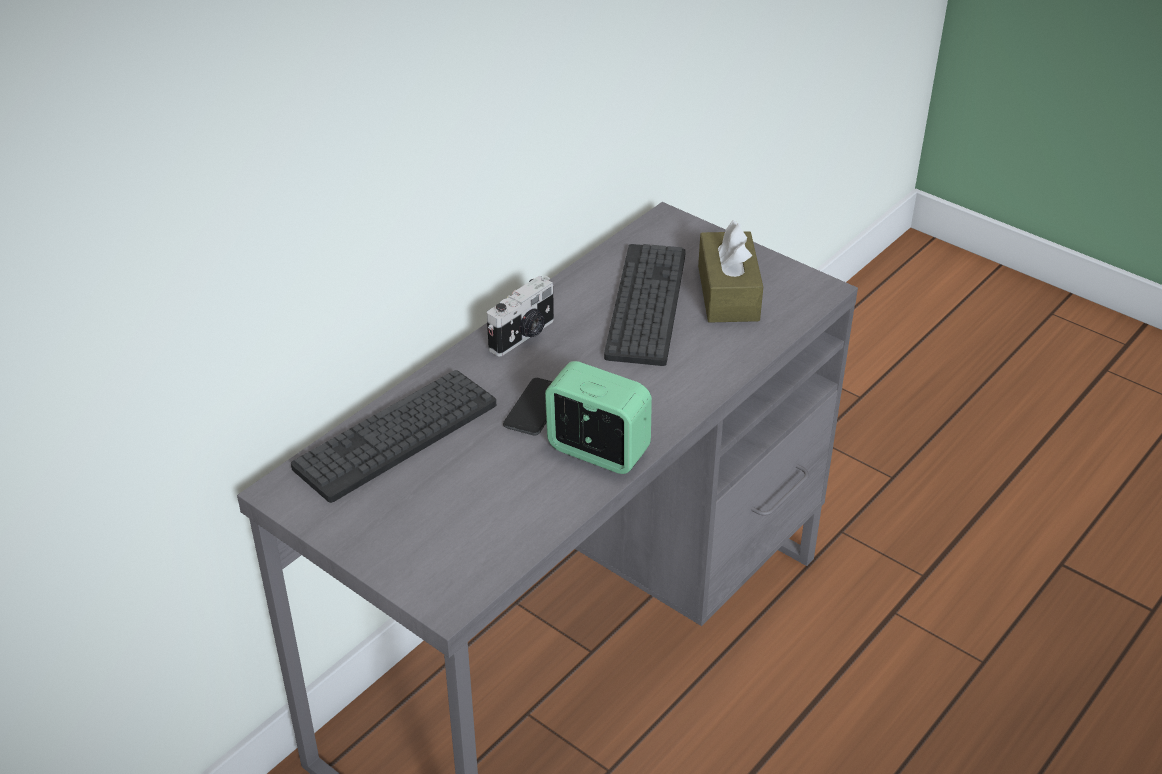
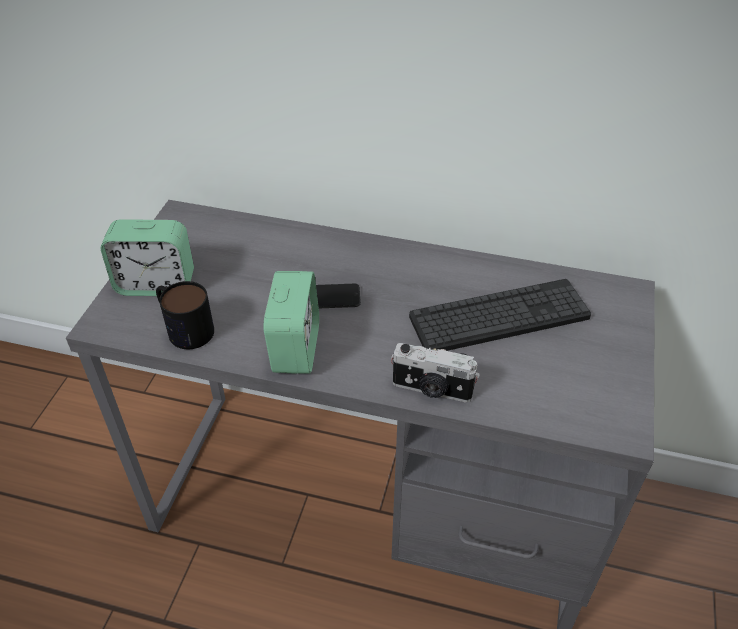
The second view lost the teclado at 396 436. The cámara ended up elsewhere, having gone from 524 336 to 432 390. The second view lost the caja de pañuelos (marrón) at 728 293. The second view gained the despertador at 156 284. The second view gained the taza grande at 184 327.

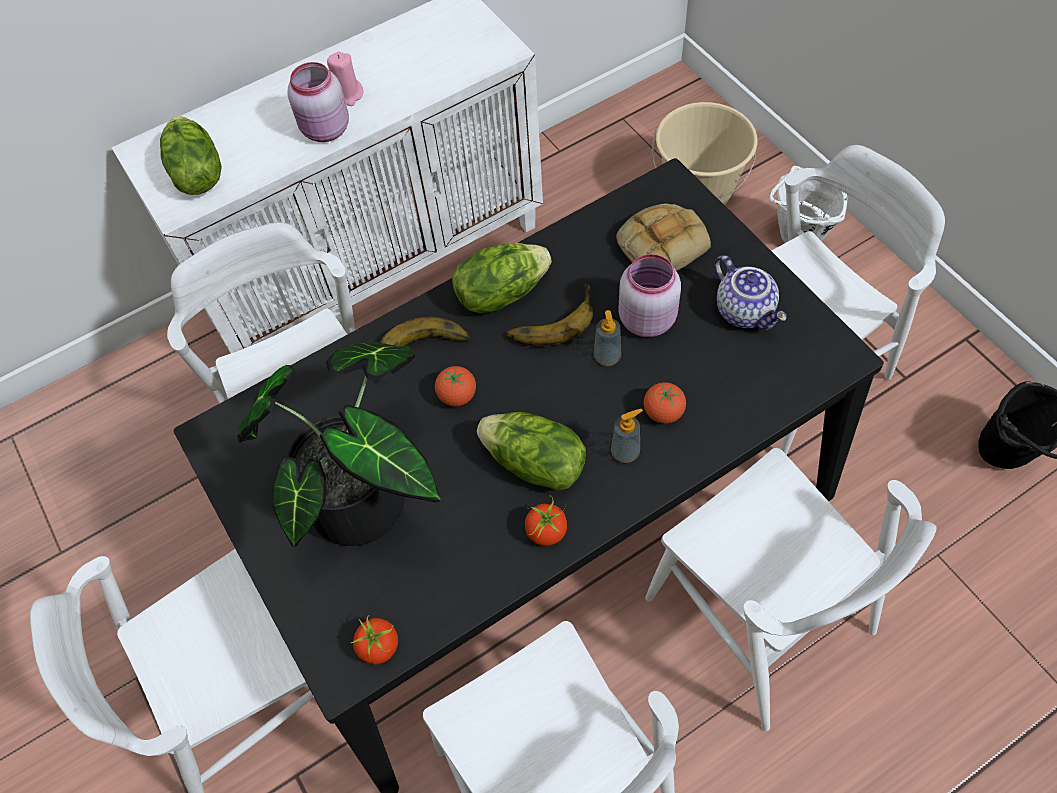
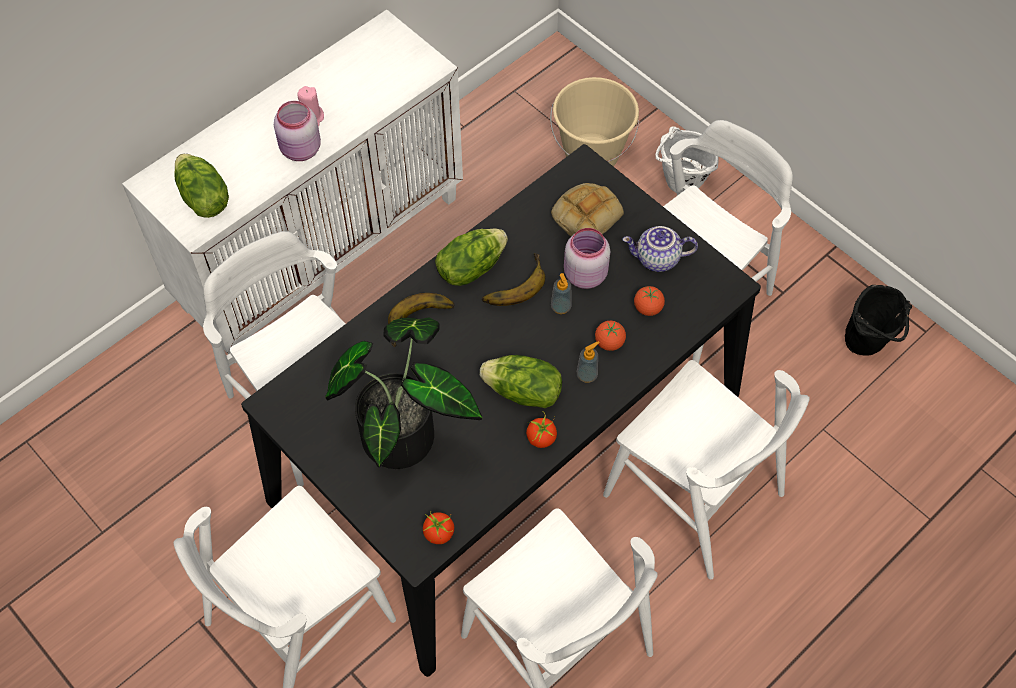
The tomate ended up elsewhere, having gone from 457 395 to 648 308. The tetera at 746 311 ended up facing another way, 135 degrees clockwise from before.

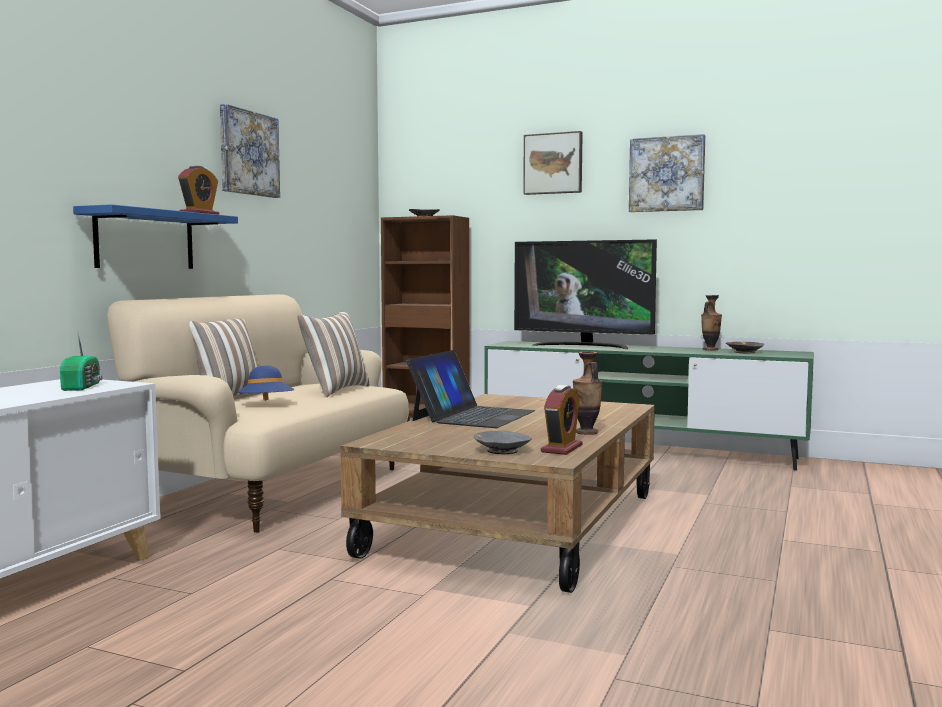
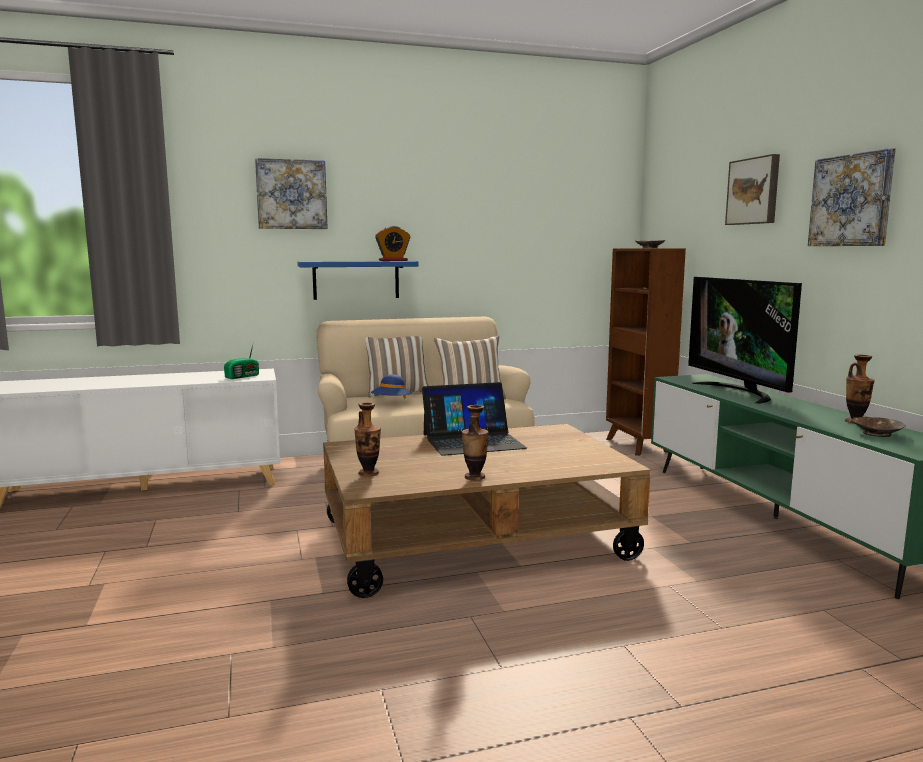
The cuadro ended up elsewhere, having gone from 248 153 to 291 194. Where the cuenco (gris) stood at 502 451, the florero came to stand at 368 473. The second view lost the despertador at 562 448.

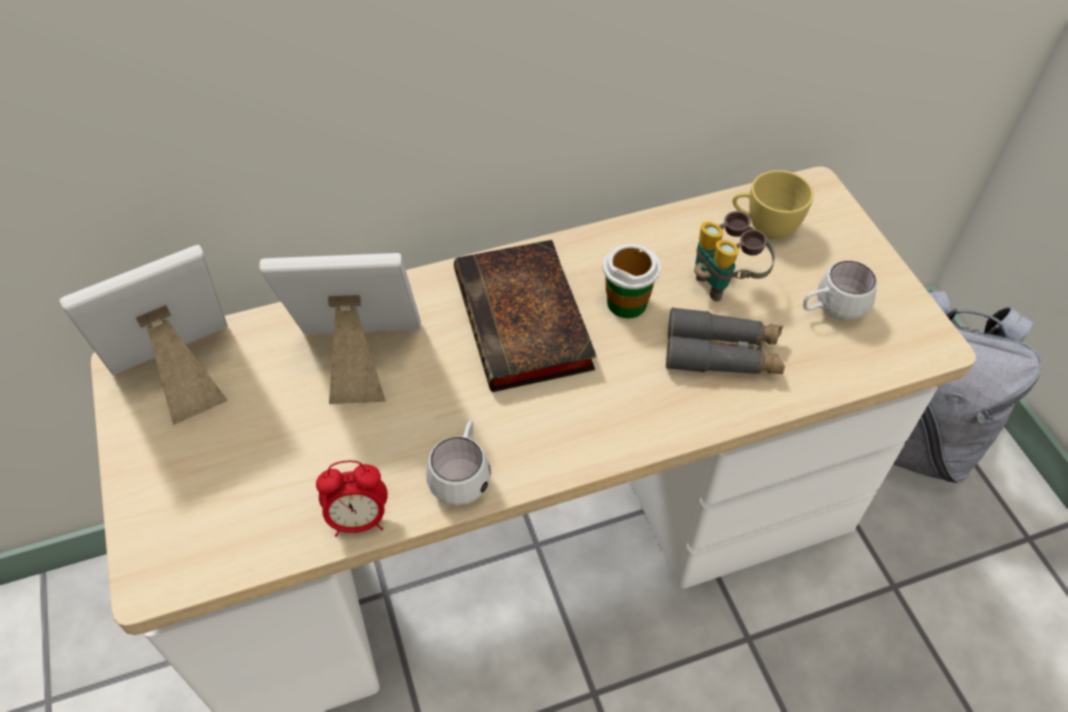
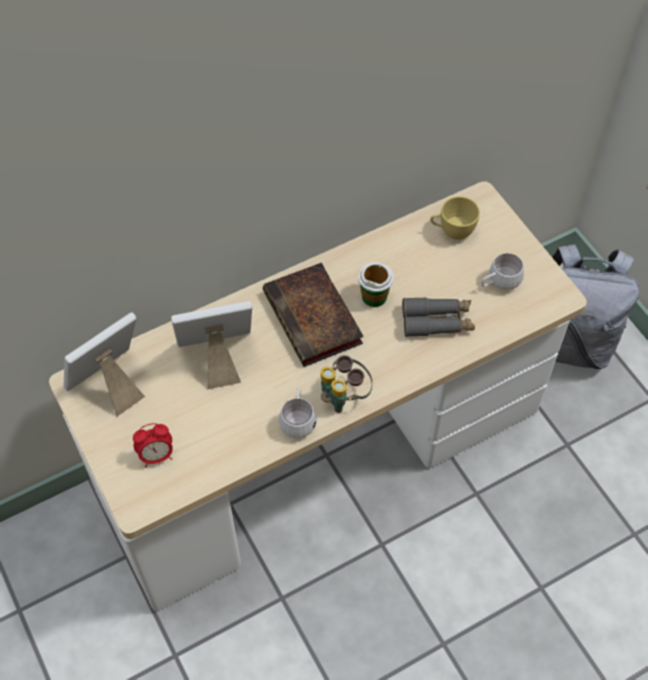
The despertador ended up elsewhere, having gone from 359 520 to 156 456. The prismáticos ended up elsewhere, having gone from 725 281 to 343 396.

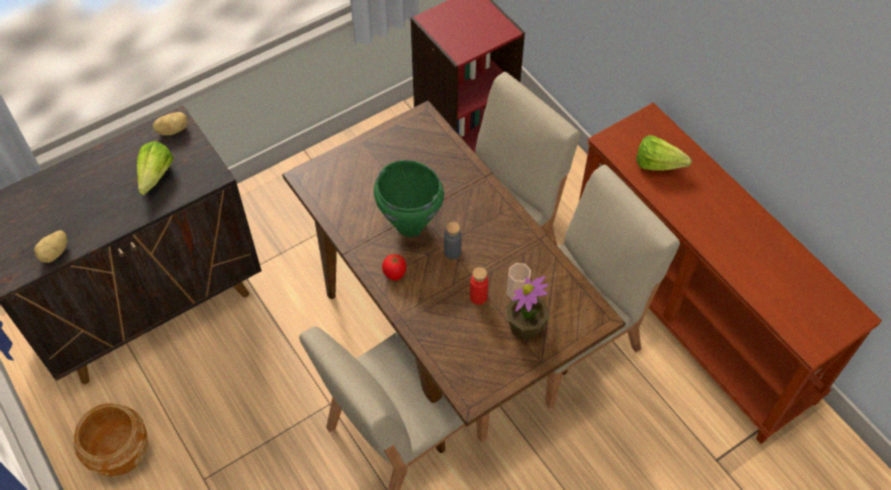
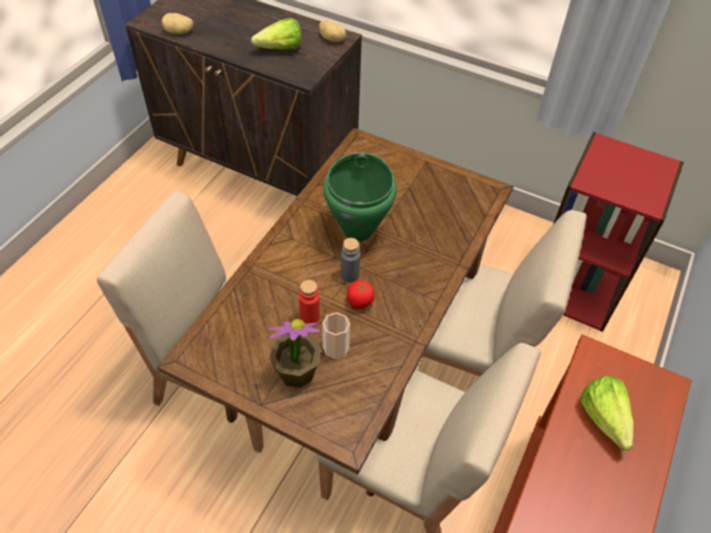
The second view lost the maceta (marrón) at 120 453. The tomate ended up elsewhere, having gone from 395 273 to 359 302.

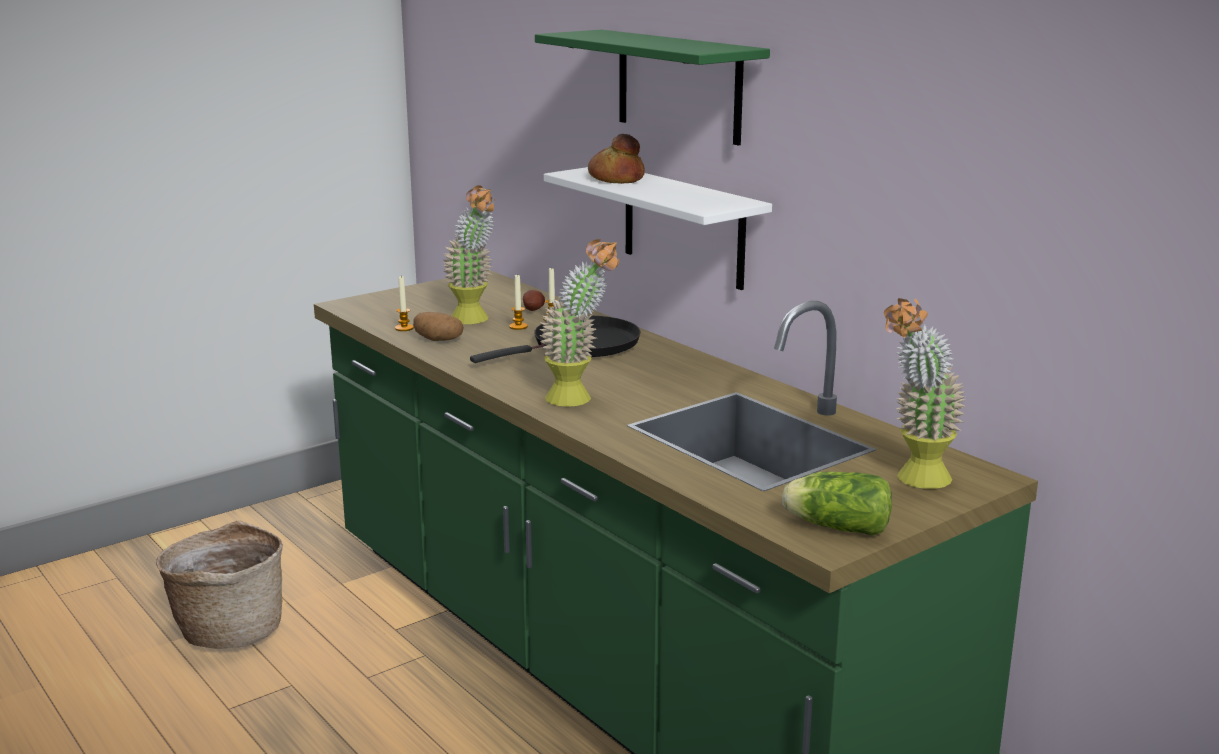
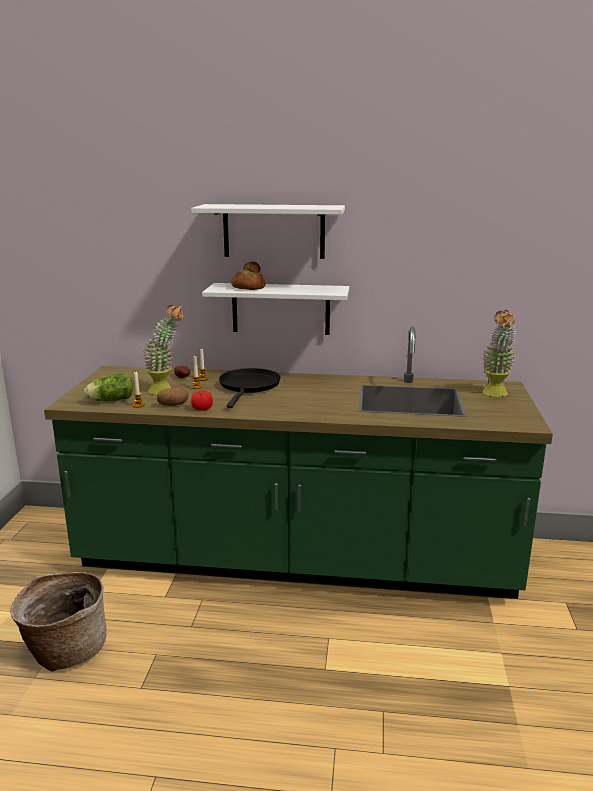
What was the estante (verde) at 678 86 turned into the estante (blanco) at 274 231. The second view lost the planta en maceta at 579 400. The lechuga ended up elsewhere, having gone from 834 527 to 109 400. The second view gained the tomate at 201 409.

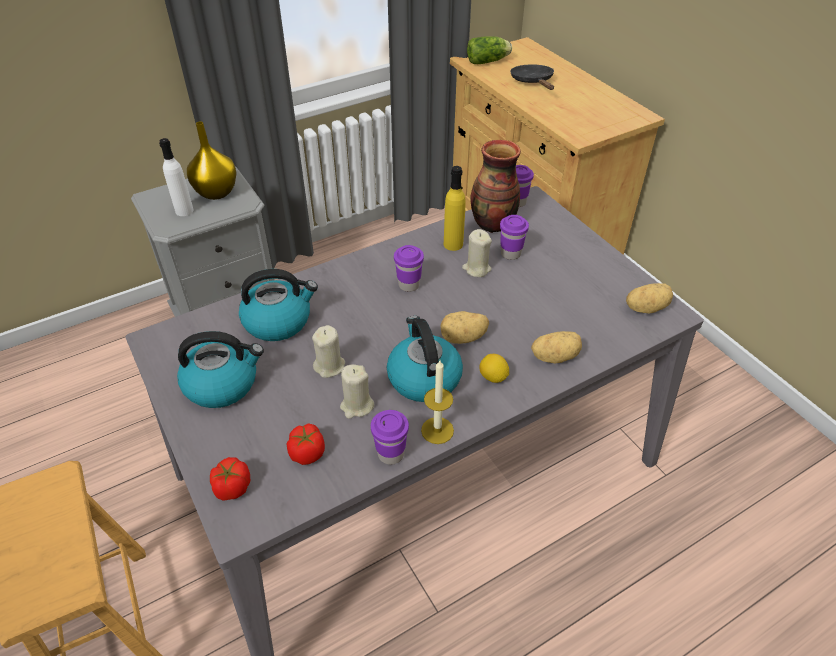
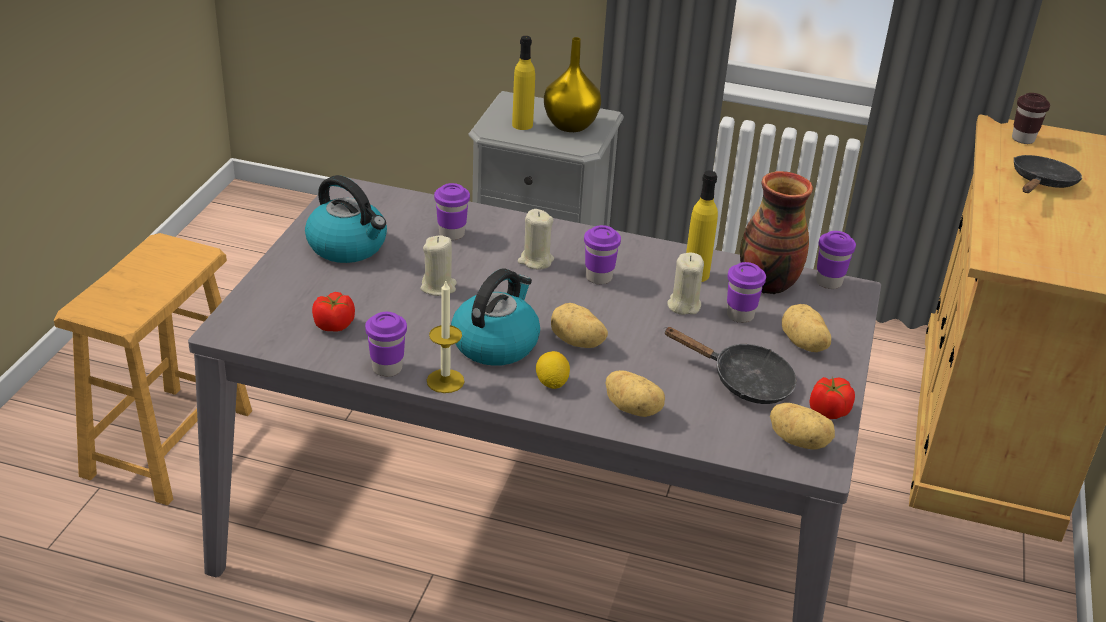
What was the botella (blanco) at 184 211 turned into the botella (amarillo) at 522 125. The tomate ended up elsewhere, having gone from 232 487 to 828 411. Where the hervidor stood at 278 321, the taza (morado) came to stand at 451 234. The vela (beis) ended up elsewhere, having gone from 357 406 to 535 261. Where the lechuga stood at 489 61, the taza (marrón) came to stand at 1023 139. The second view gained the sartén (negro) at 743 381. The second view gained the patata at 803 344.

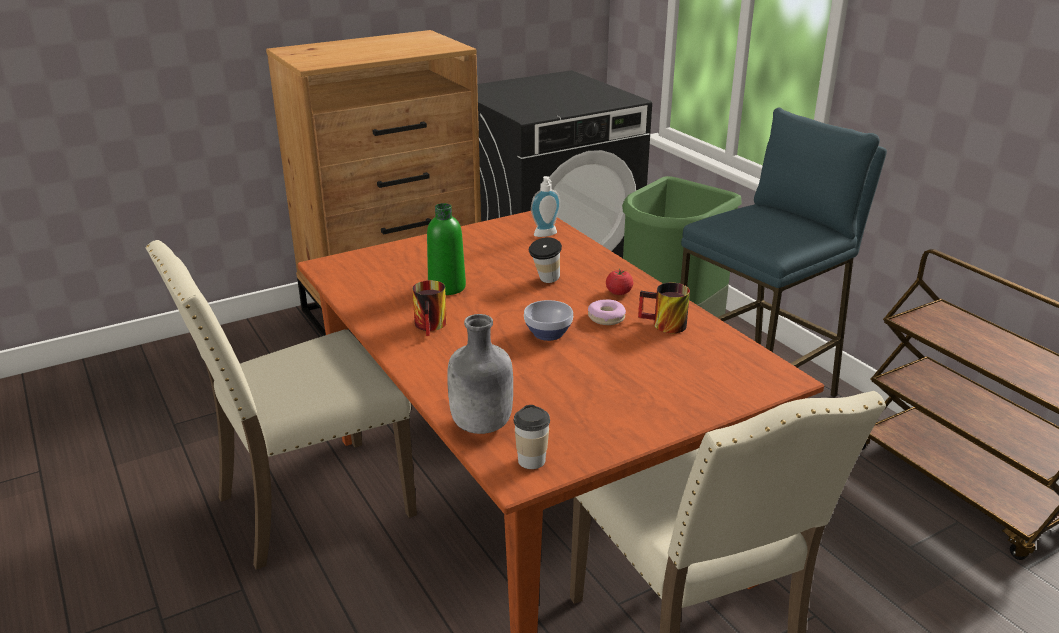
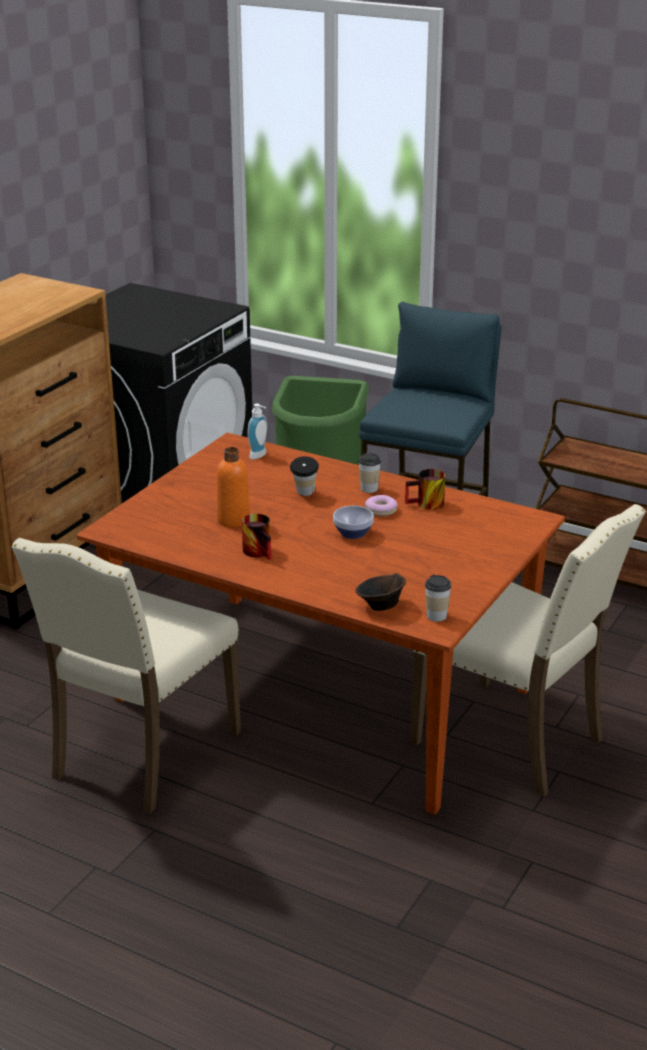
What was the botella (verde) at 447 287 turned into the botella (naranja) at 233 520. Where the botella (gris) stood at 481 425, the cuenco (marrón) came to stand at 380 606. Where the tomate stood at 618 292, the taza came to stand at 369 489.

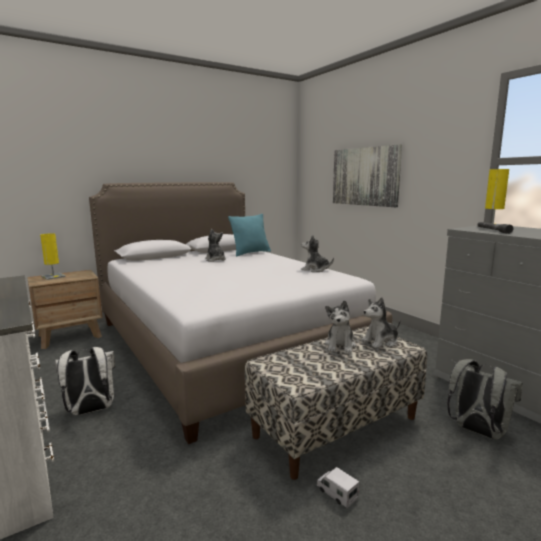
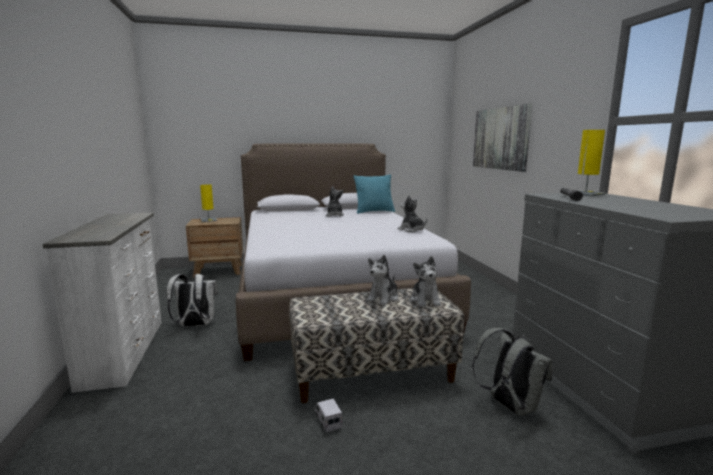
The peluche at 381 341 ended up facing another way, 90 degrees counterclockwise from before.

